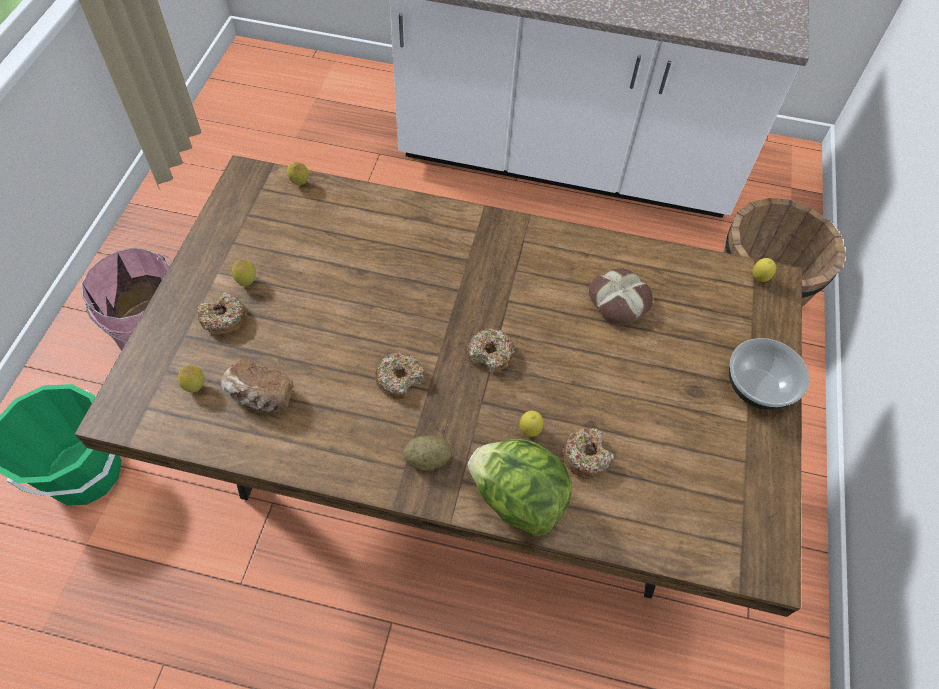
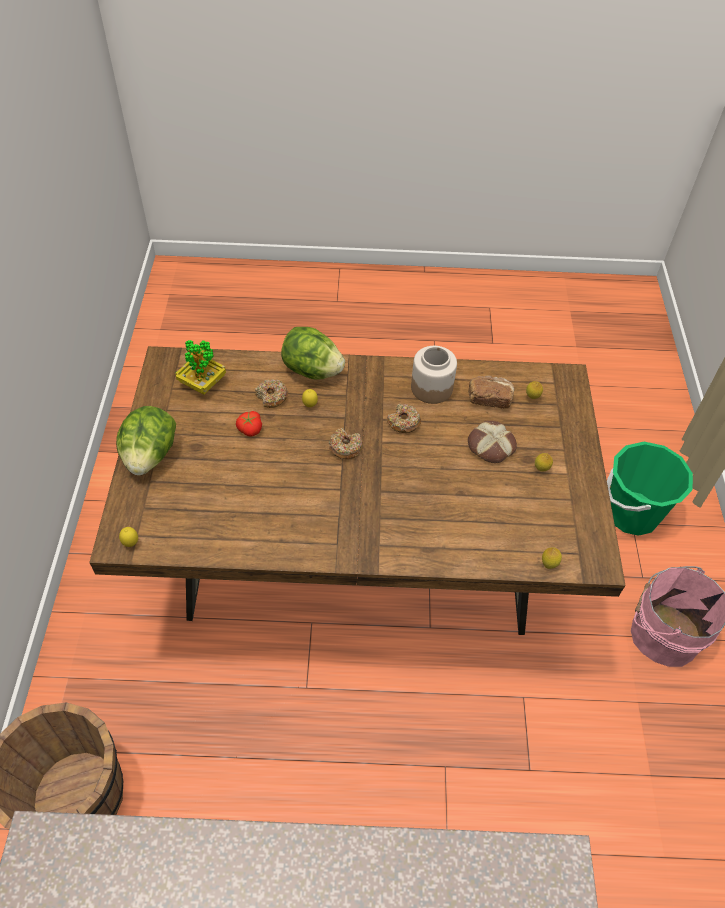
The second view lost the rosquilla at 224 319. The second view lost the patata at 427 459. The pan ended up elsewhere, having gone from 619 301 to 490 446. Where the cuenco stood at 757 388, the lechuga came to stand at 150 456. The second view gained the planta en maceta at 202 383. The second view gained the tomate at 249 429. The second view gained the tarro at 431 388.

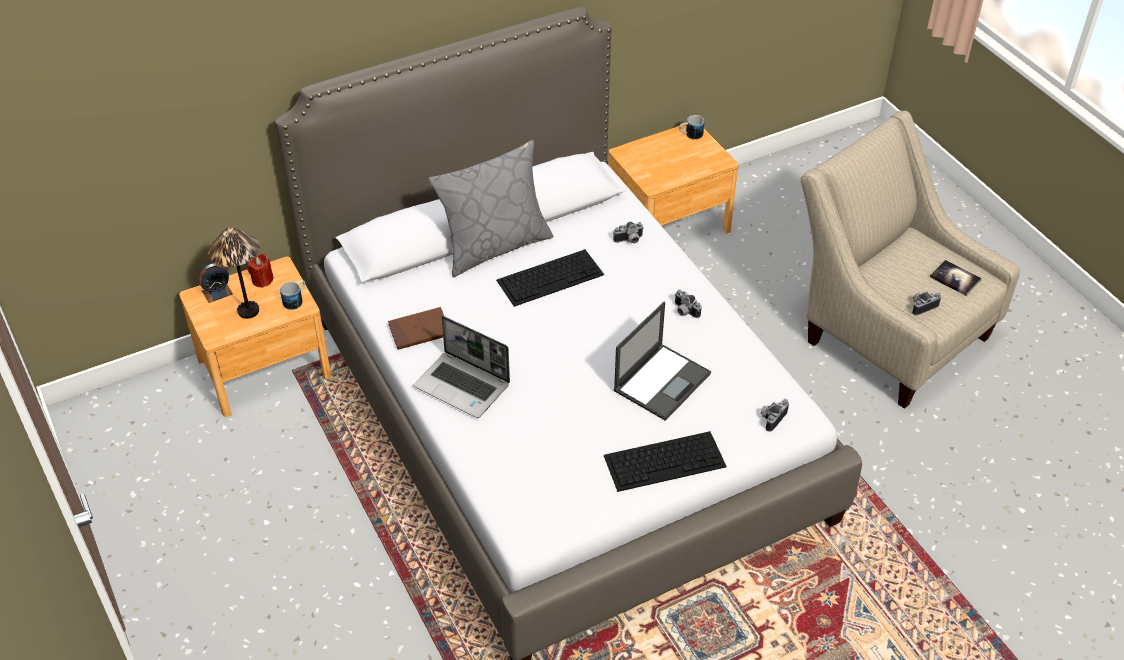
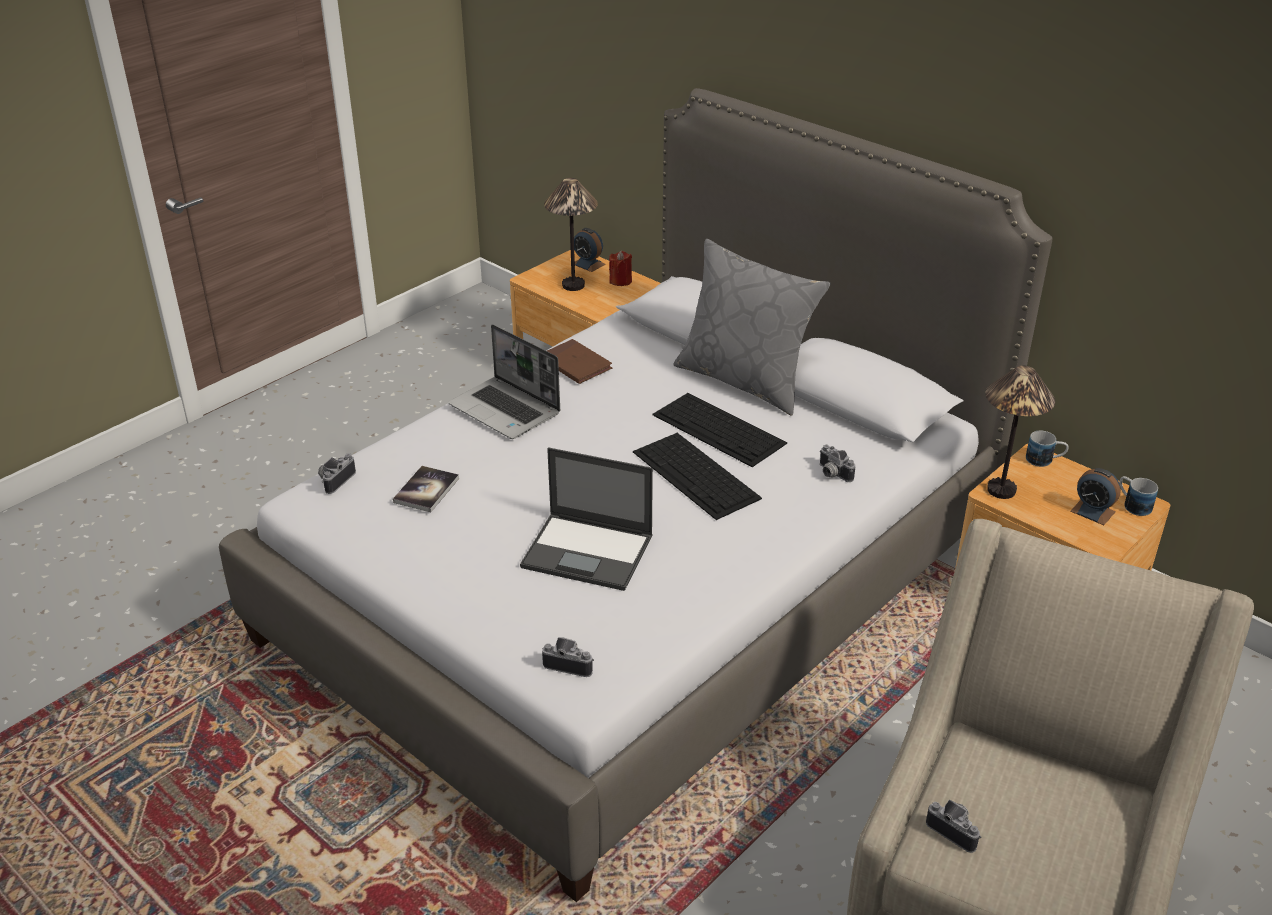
The taza grande ended up elsewhere, having gone from 296 300 to 1045 460. The portátil at 463 386 ended up facing another way, 60 degrees counterclockwise from before. The teclado ended up elsewhere, having gone from 665 460 to 697 475. The cámara ended up elsewhere, having gone from 684 311 to 335 480. The libro ended up elsewhere, having gone from 955 279 to 426 490. The second view gained the lámpara de mesa at 1000 490. The second view gained the despertador at 1092 511.

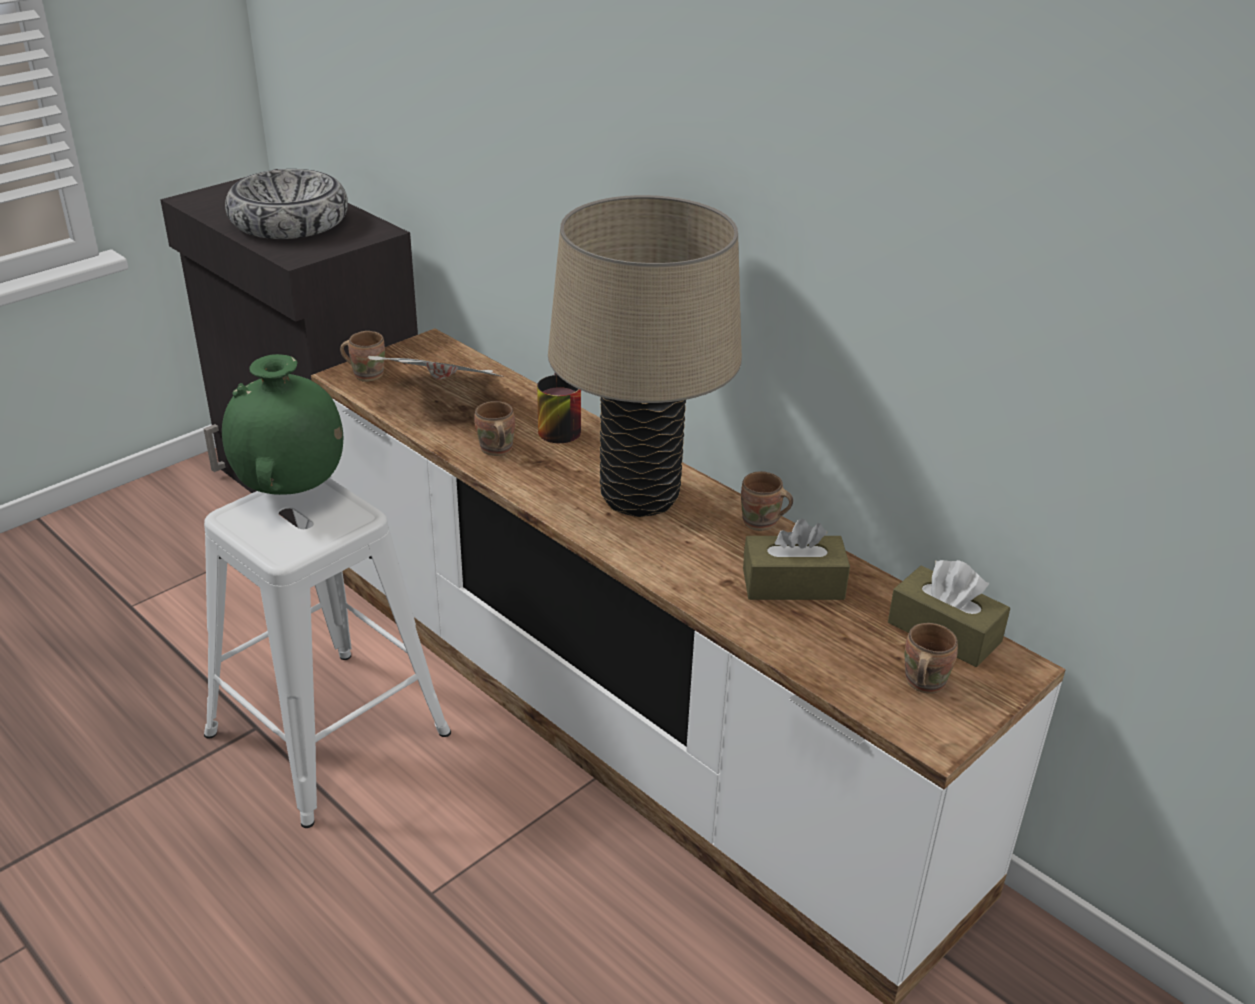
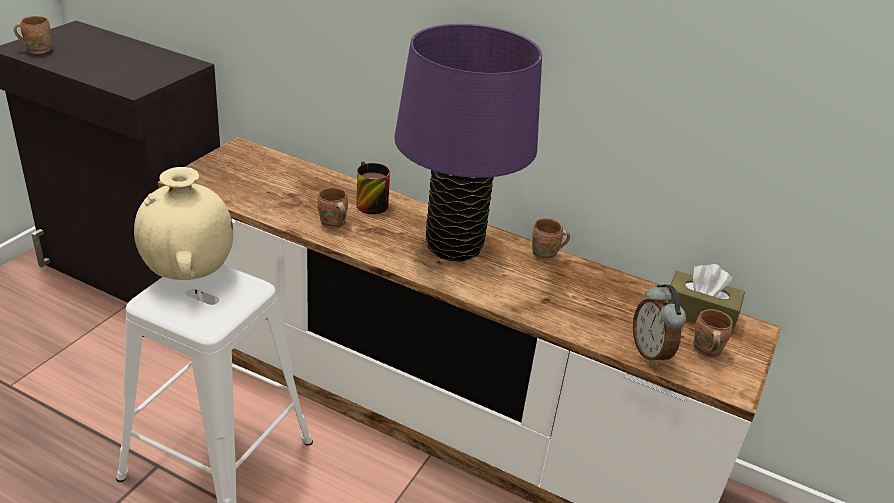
What was the florero (verde) at 291 490 turned into the florero (beis) at 189 275. The second view lost the cuenco at 290 222. The taza grande (marrón) ended up elsewhere, having gone from 367 374 to 38 50. The second view lost the periódico at 444 398. What was the lámpara de mesa (beis) at 639 497 turned into the lámpara de mesa (morado) at 454 247. The second view lost the caja de pañuelos (marrón) at 793 584. The second view gained the despertador at 651 352.

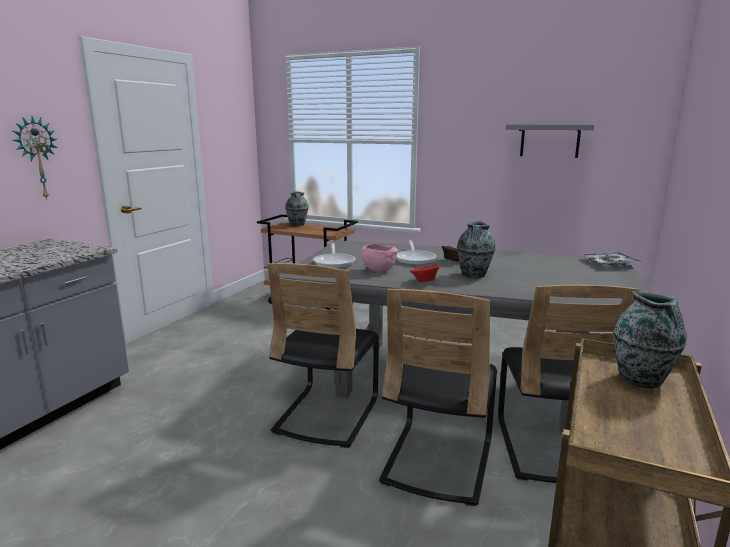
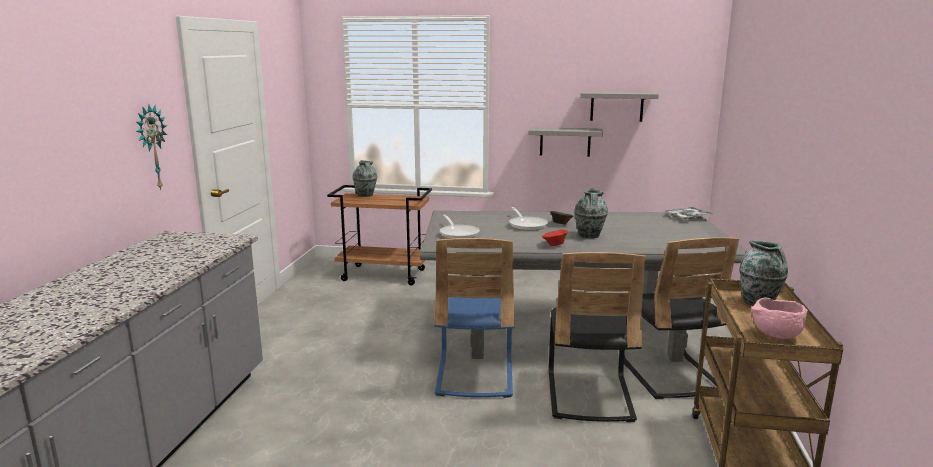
What was the silla (negro) at 327 415 turned into the silla (azul) at 474 374. The cuenco (rosa) ended up elsewhere, having gone from 378 270 to 775 335. The second view gained the estante (gris) at 565 142.

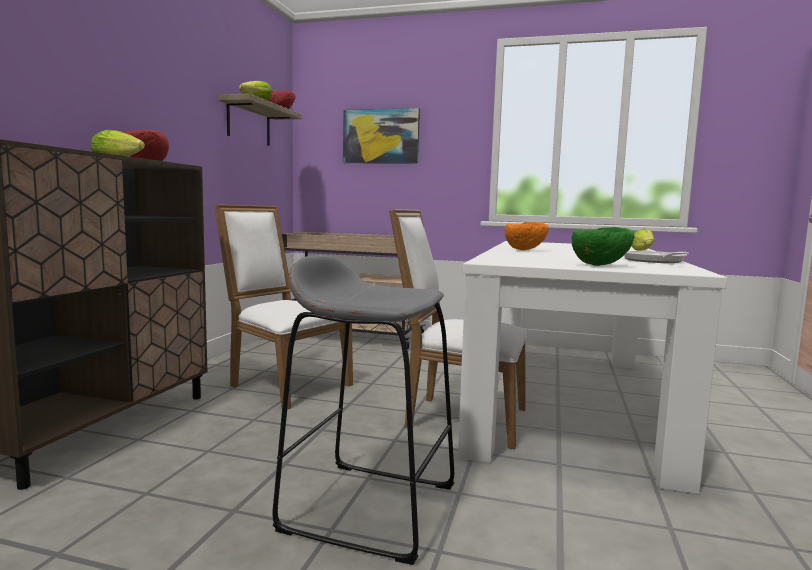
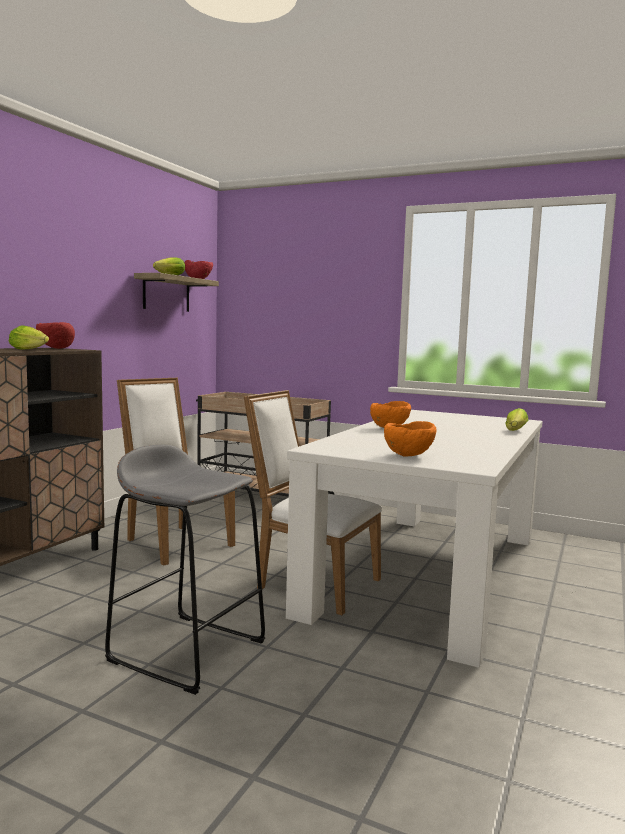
The second view lost the cuadro at 381 136. What was the cuenco (verde) at 600 265 turned into the cuenco (naranja) at 408 456. The second view lost the sartén at 654 261.

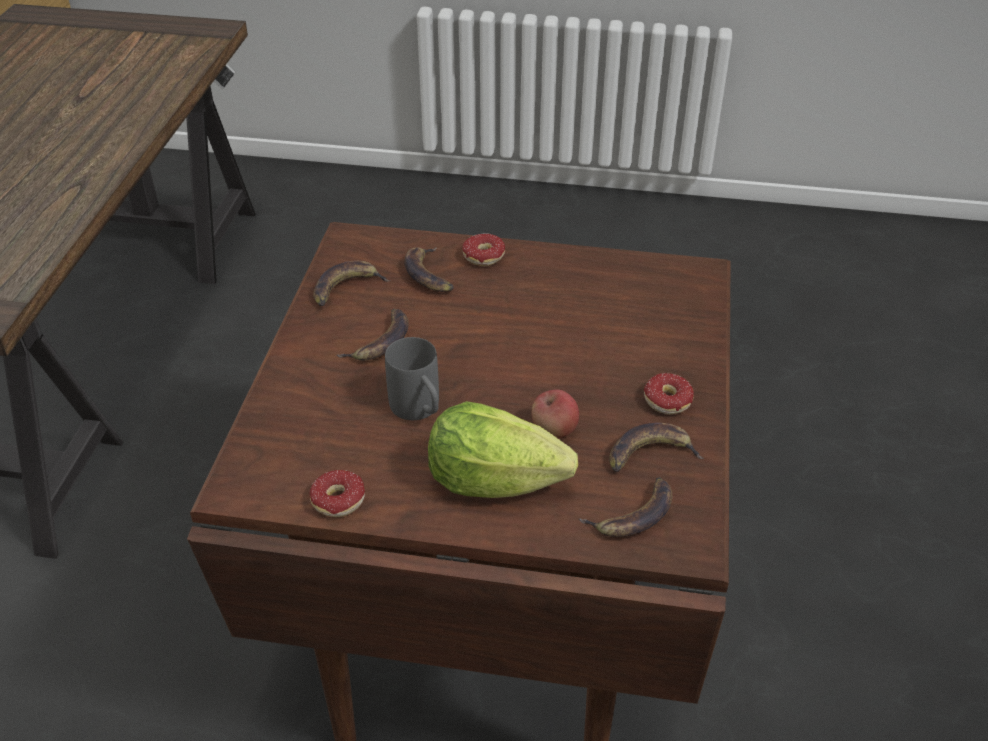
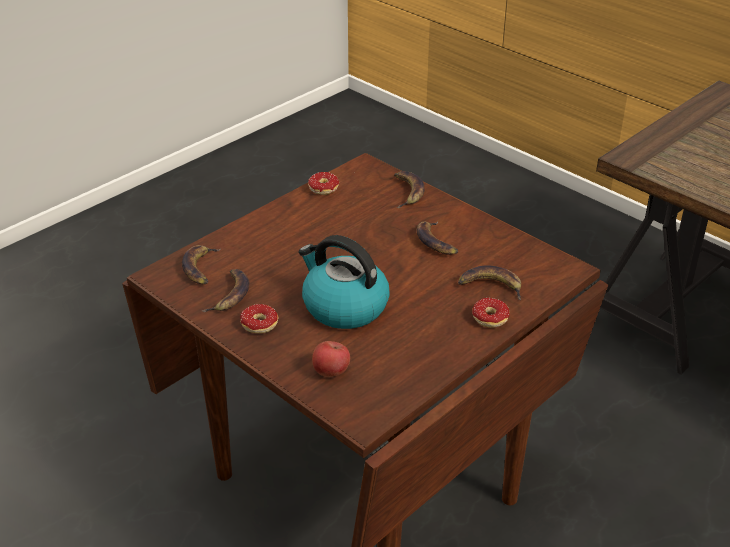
The plátano ended up elsewhere, having gone from 346 288 to 407 192. The second view lost the taza grande (gris) at 420 411. The second view lost the lechuga at 493 480. The manzana ended up elsewhere, having gone from 554 430 to 331 372. The second view gained the hervidor at 343 306.

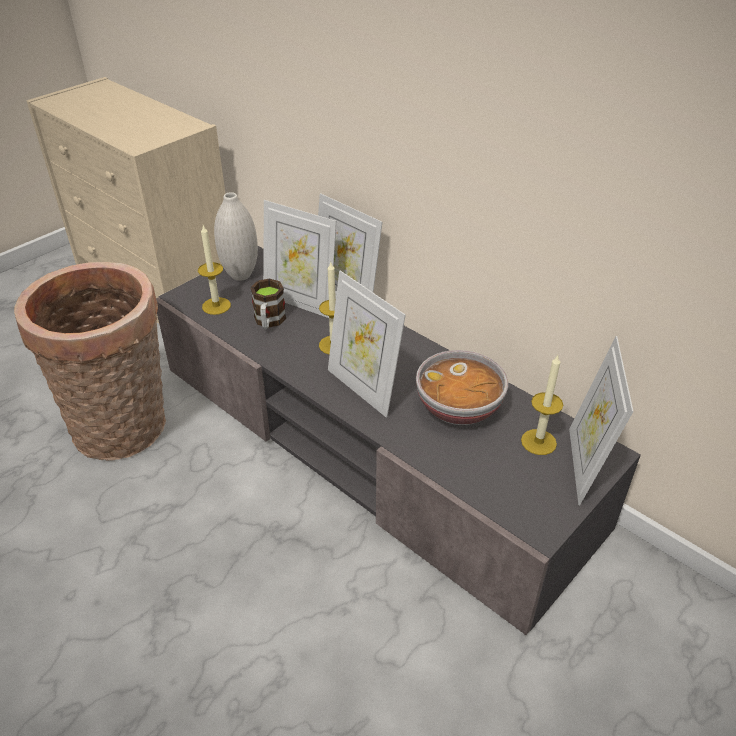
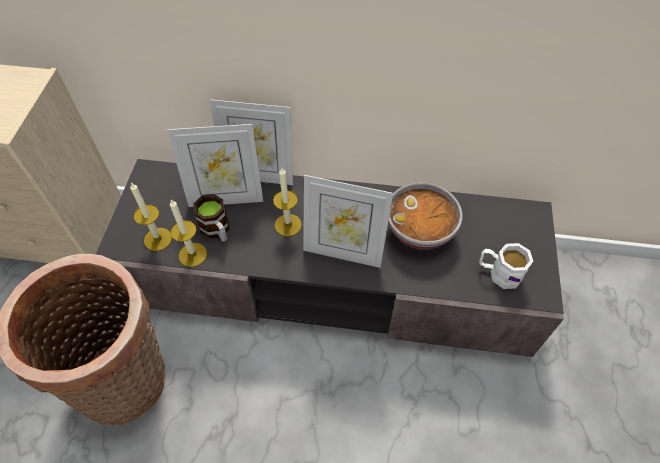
The second view lost the florero (blanco) at 240 275. The vela ended up elsewhere, having gone from 538 442 to 192 254. The second view lost the portarretratos at 584 466. The second view gained the taza grande (blanco) at 498 273.

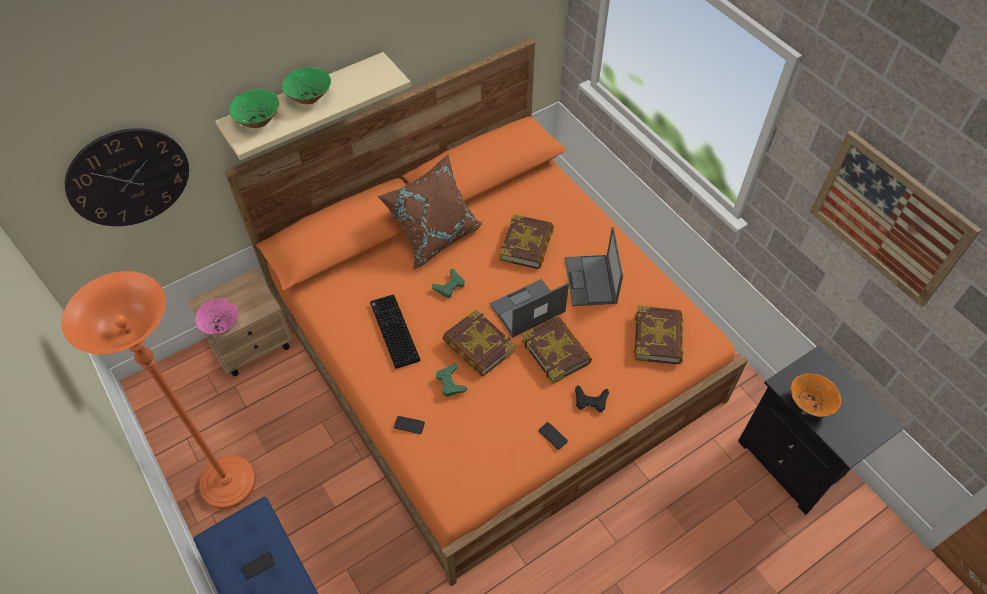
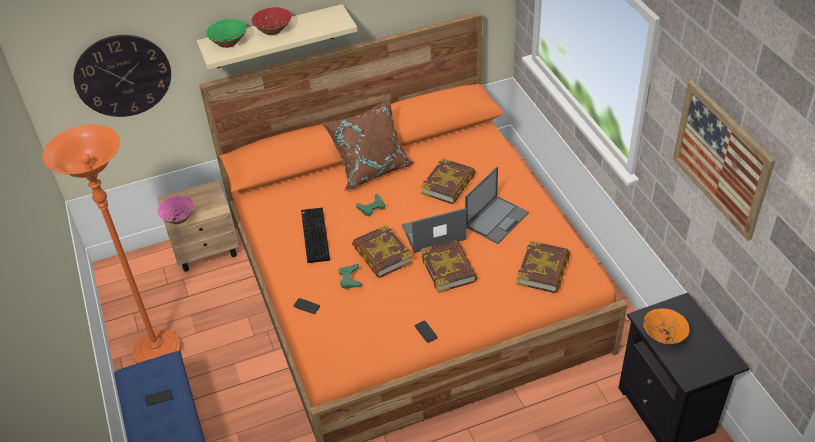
What was the cuenco (verde) at 309 97 turned into the cuenco (rojo) at 273 30. The portátil at 591 281 ended up facing another way, 150 degrees counterclockwise from before. The second view lost the mando de consola (negro) at 590 400.

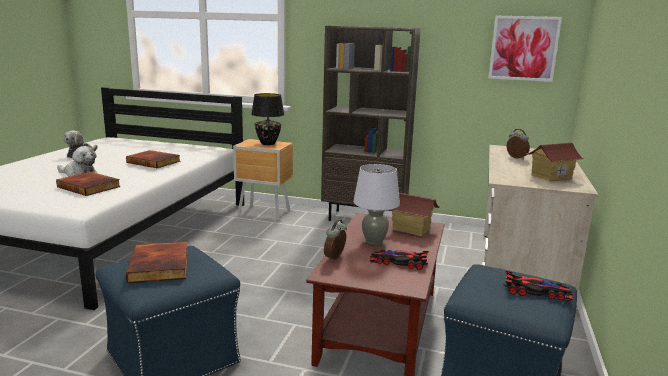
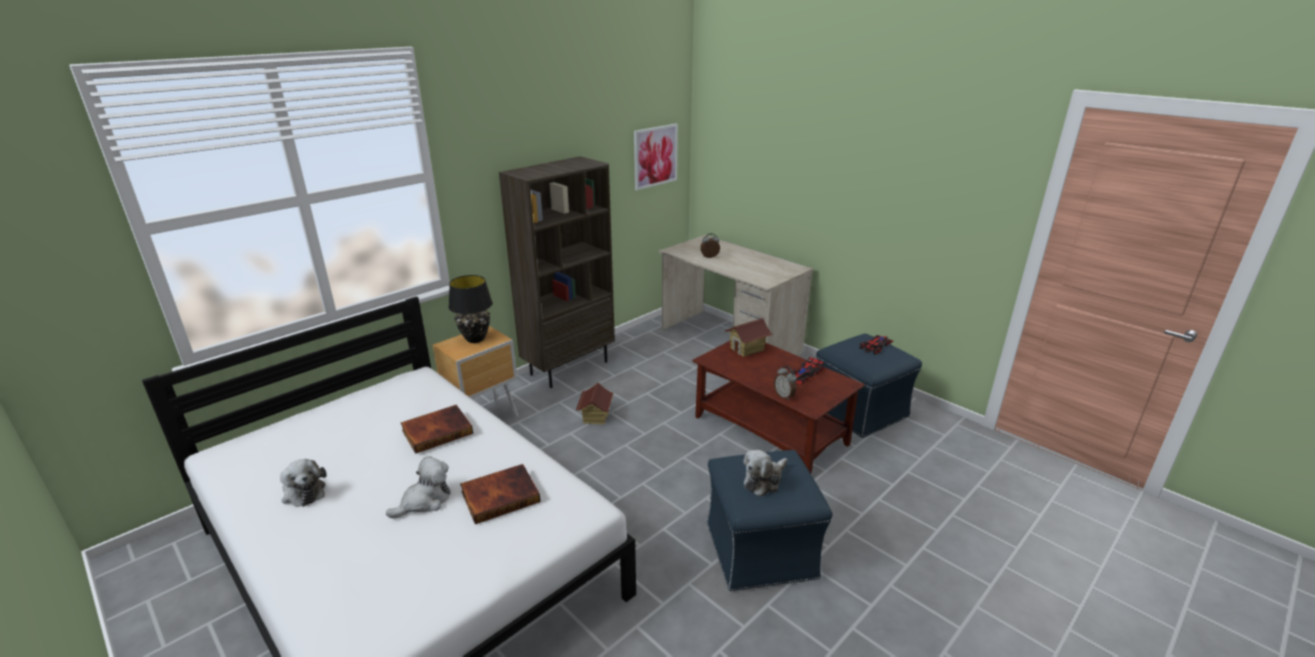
Where the libro stood at 161 266, the peluche came to stand at 764 481. The second view lost the lámpara de mesa (gris) at 374 241. The casita ended up elsewhere, having gone from 551 177 to 595 416.

